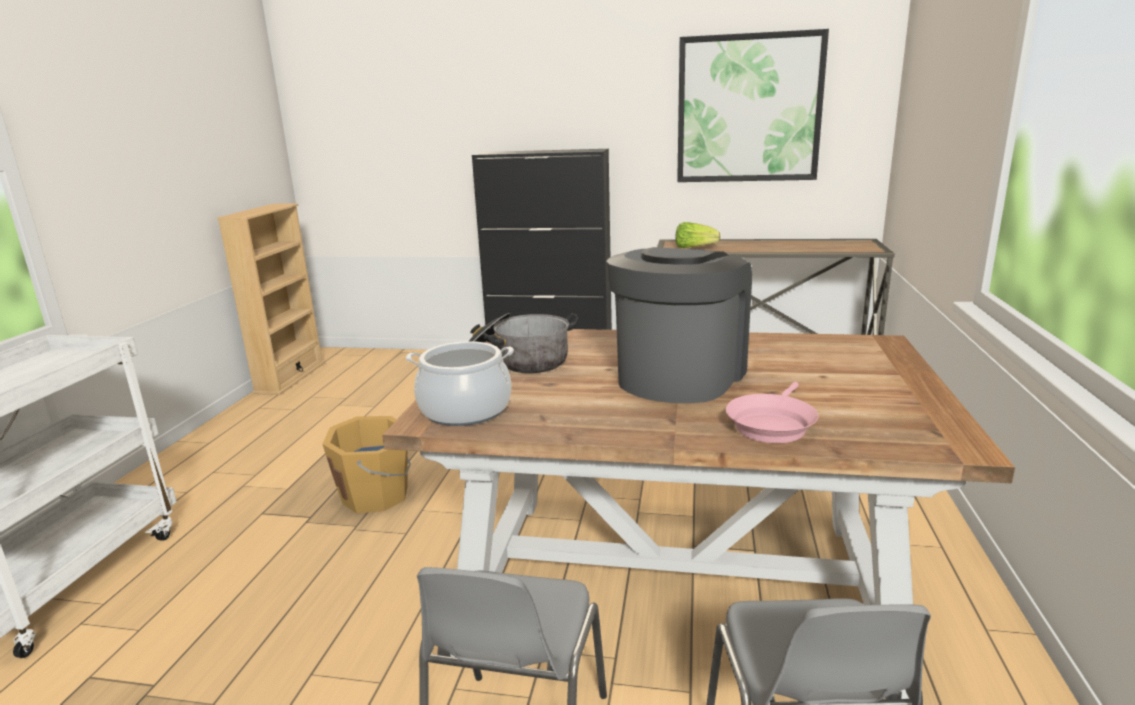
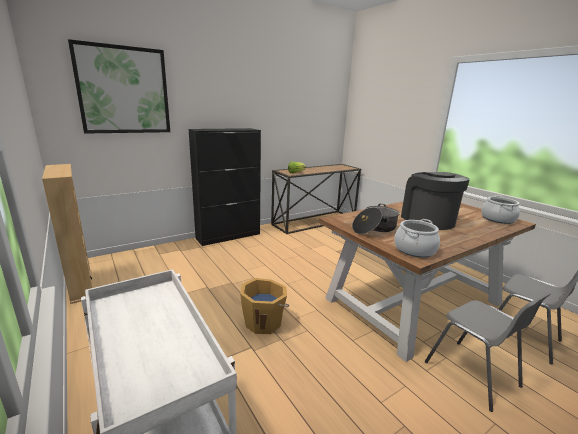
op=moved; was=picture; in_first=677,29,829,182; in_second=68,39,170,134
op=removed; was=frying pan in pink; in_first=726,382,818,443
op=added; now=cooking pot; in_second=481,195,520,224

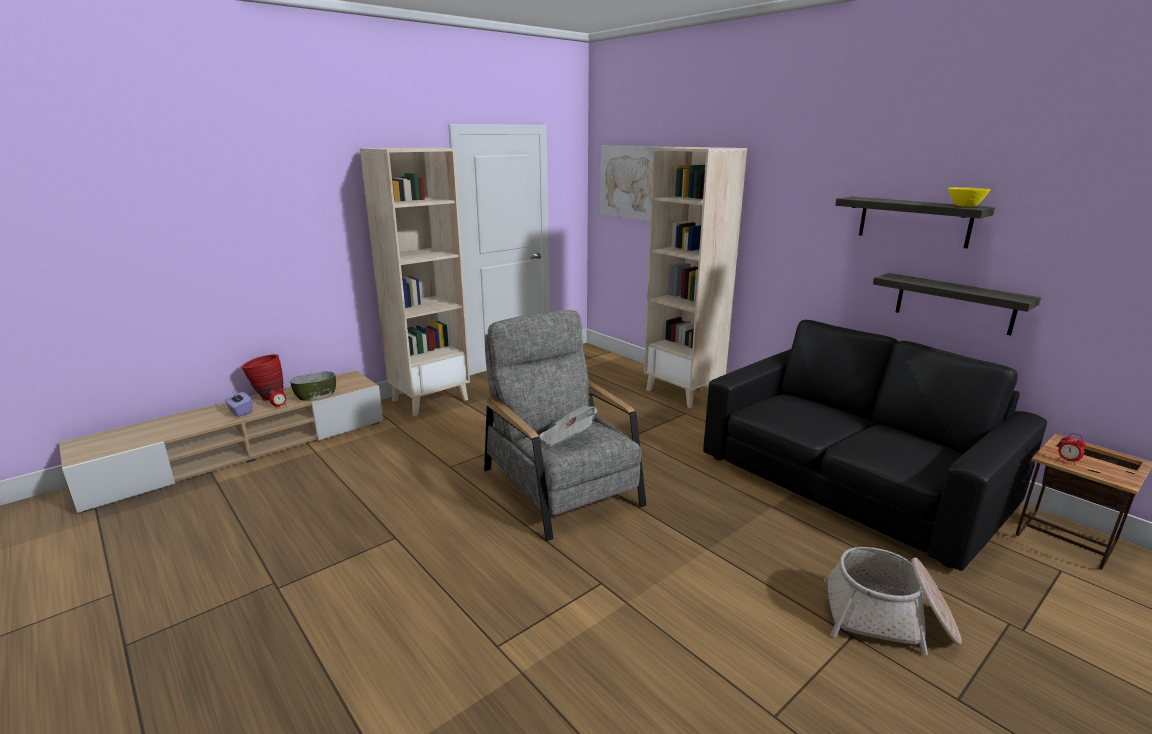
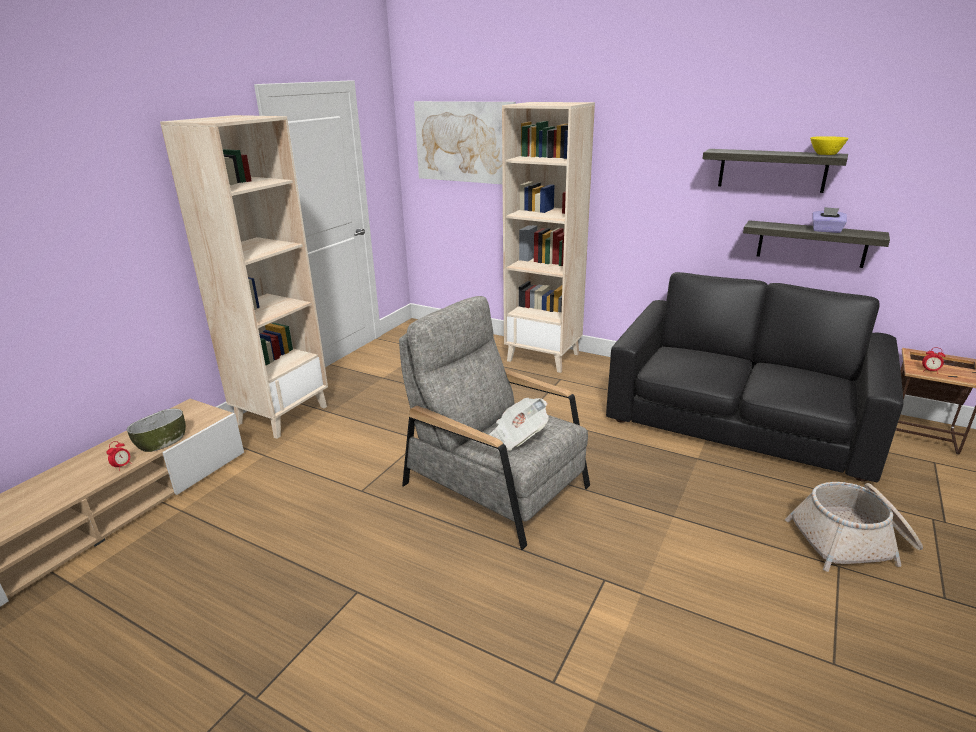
op=removed; was=vase in red; in_first=241,354,284,401
op=moved; was=tissue box in purple; in_first=225,392,253,417; in_second=812,207,847,233

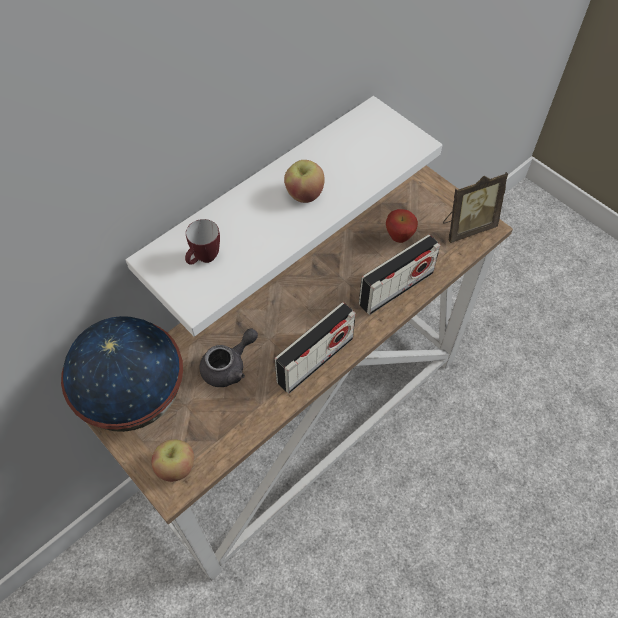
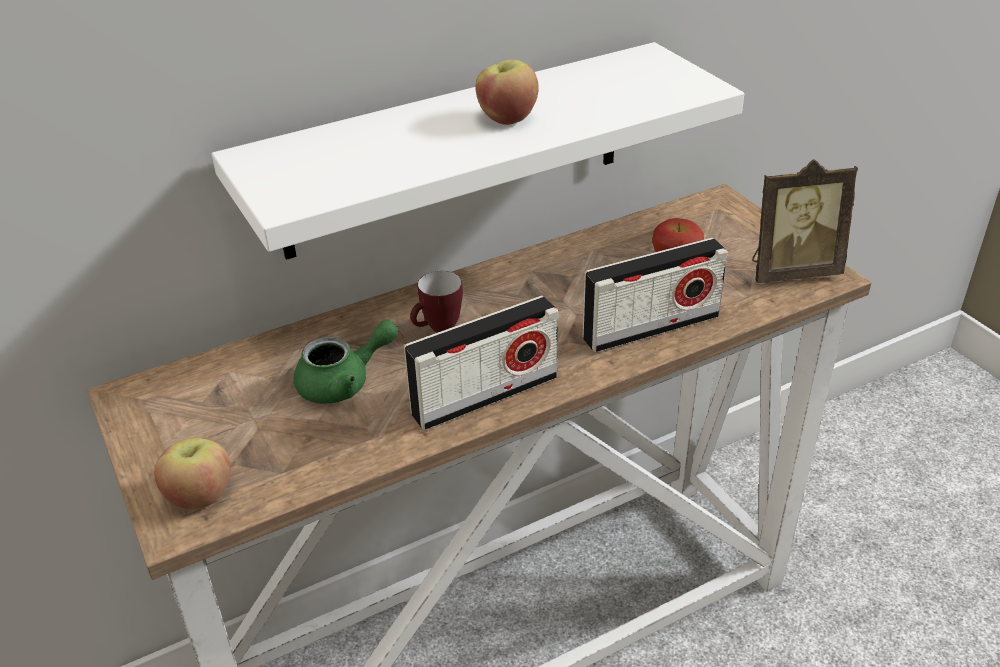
op=moved; was=mug; in_first=185,219,220,265; in_second=410,271,463,333
op=removed; was=globe; in_first=61,316,183,432
op=recoloured; was=teapot in grey; now=teapot in green; in_first=200,328,258,387; in_second=294,320,398,404

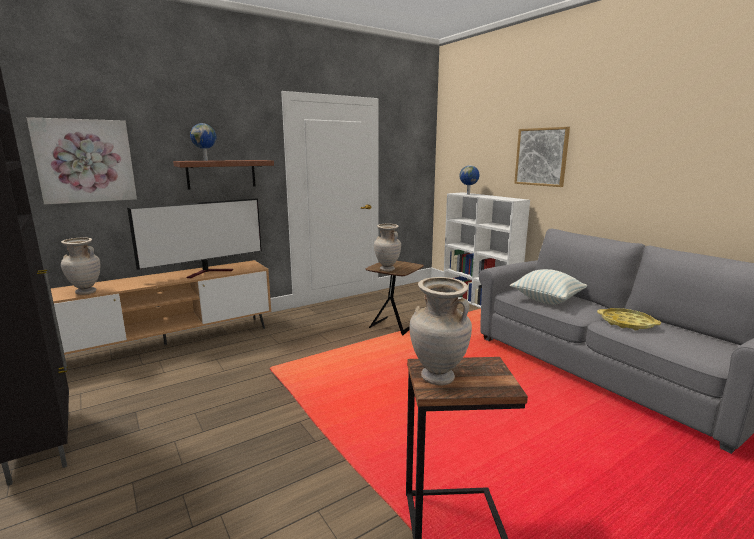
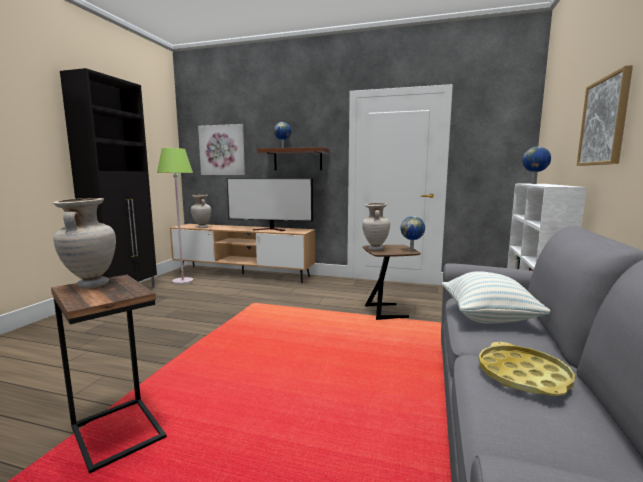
op=added; now=floor lamp in green; in_second=157,148,193,285
op=added; now=globe; in_second=400,216,425,251

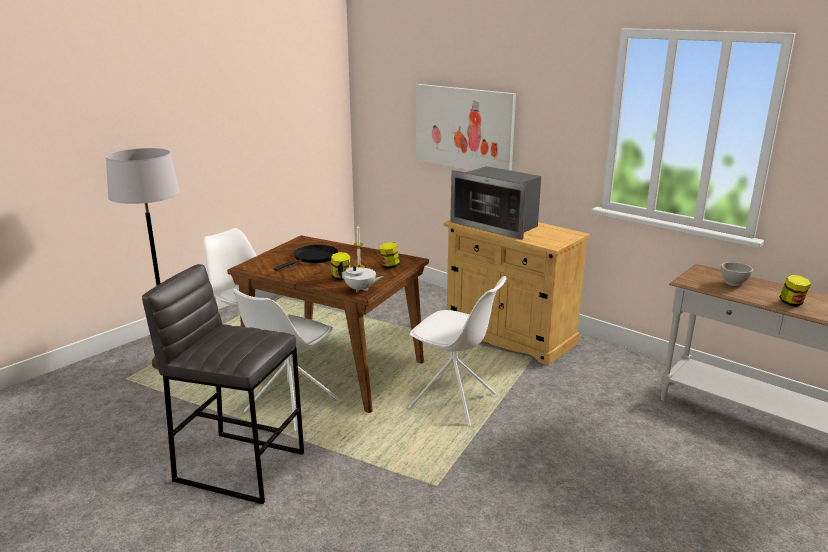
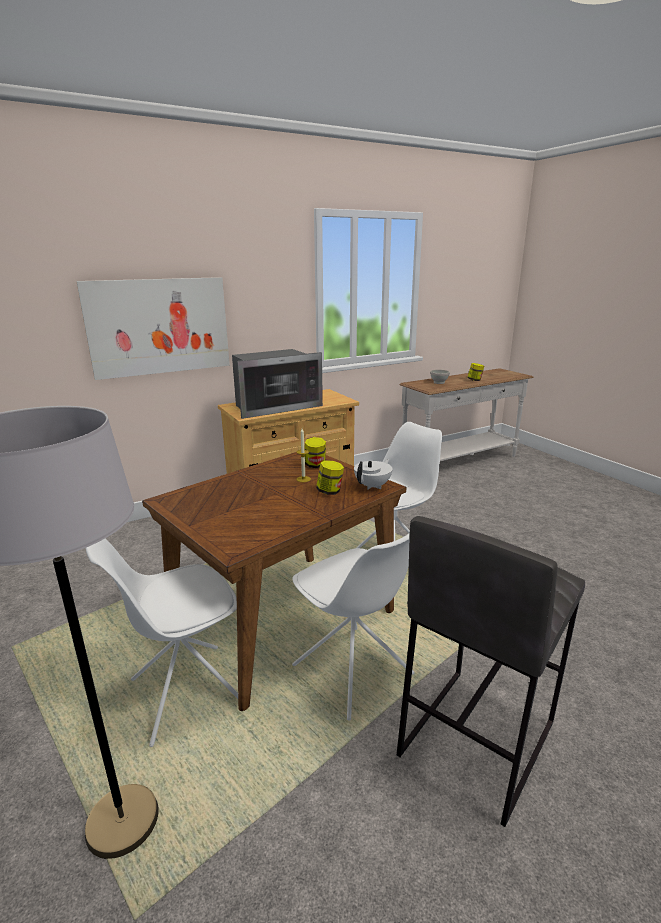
op=removed; was=frying pan in black; in_first=274,245,338,271

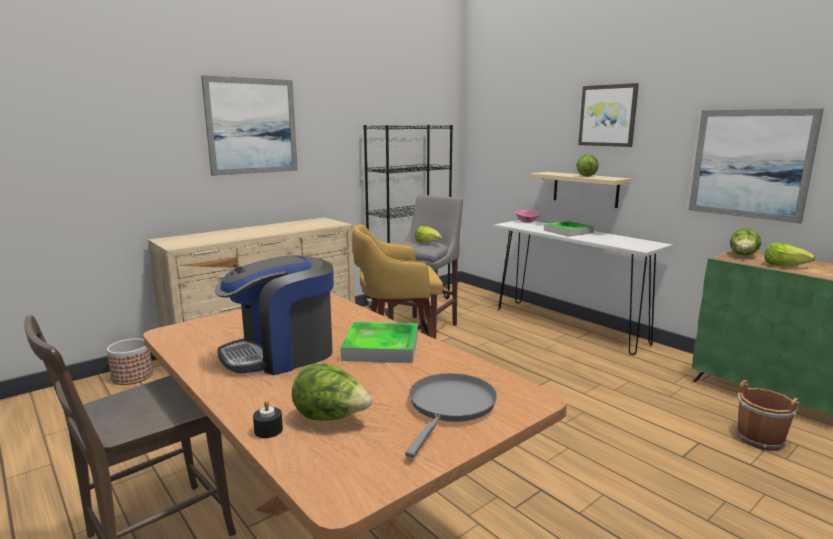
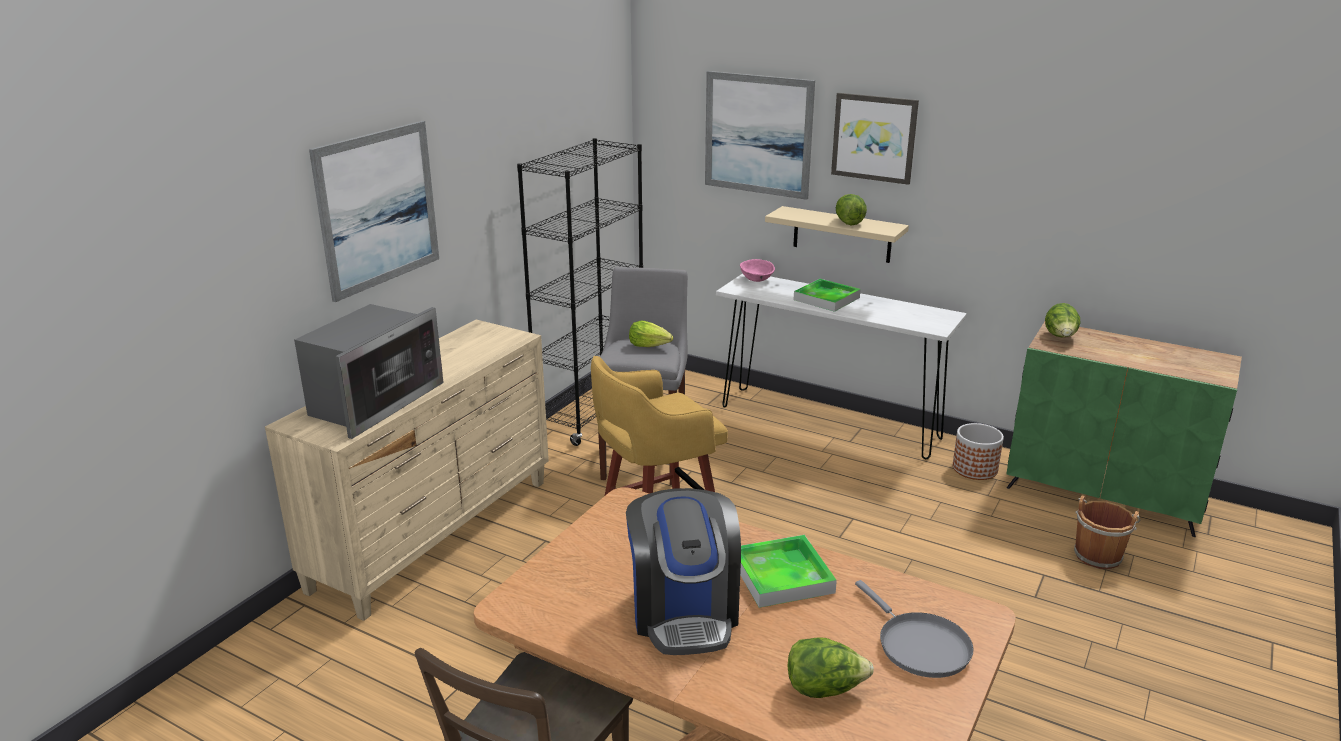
op=moved; was=picture; in_first=689,108,824,224; in_second=705,71,815,200
op=removed; was=lettuce; in_first=764,242,815,267
op=turned; was=coffee machine; in_first=215,255,334,375; in_second=626,488,741,655; clockwise=-45
op=moved; was=planter; in_first=107,338,153,385; in_second=953,423,1004,480
op=turned; was=frying pan in grey; in_first=405,373,497,458; in_second=855,580,974,678; clockwise=150
op=removed; was=candle in black; in_first=253,400,283,438
op=added; now=microwave; in_second=294,304,444,439

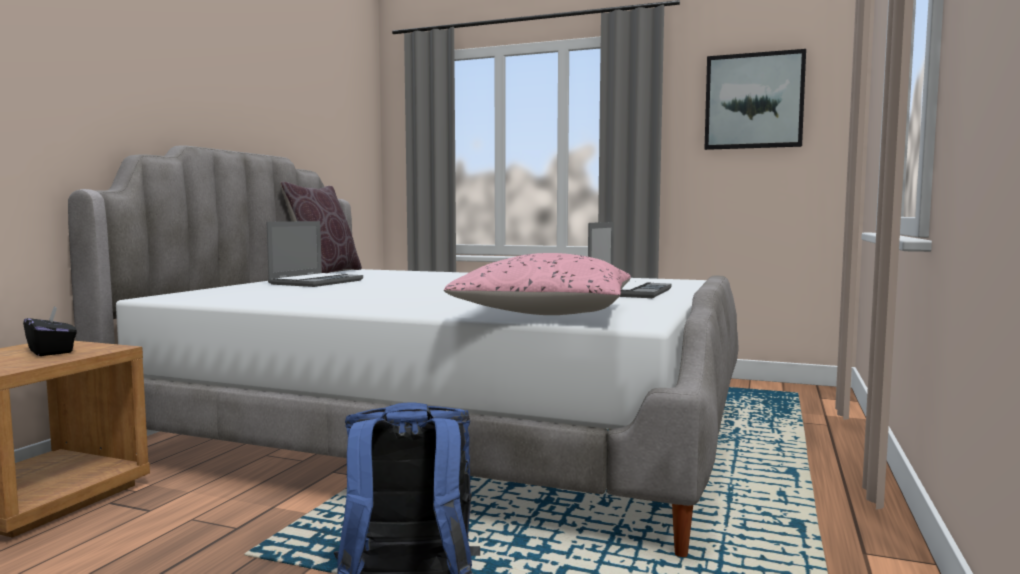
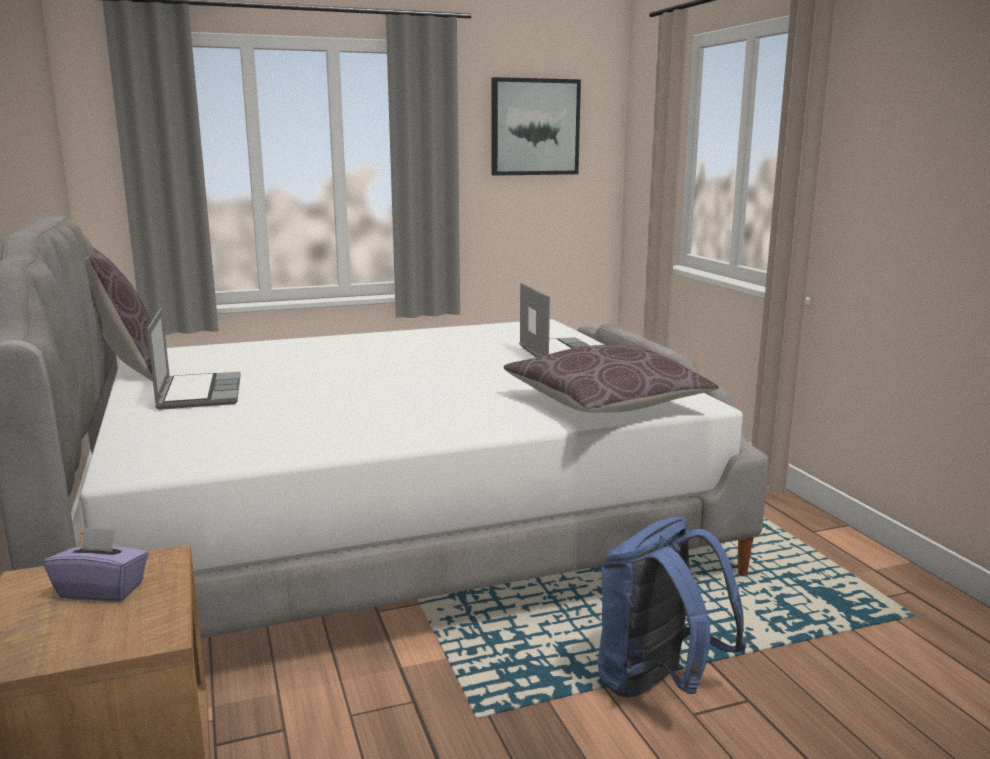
op=recoloured; was=pillow in pink; now=pillow in brown; in_first=444,253,631,315; in_second=504,345,719,413
op=recoloured; was=tissue box in black; now=tissue box in purple; in_first=23,307,77,356; in_second=44,527,148,602

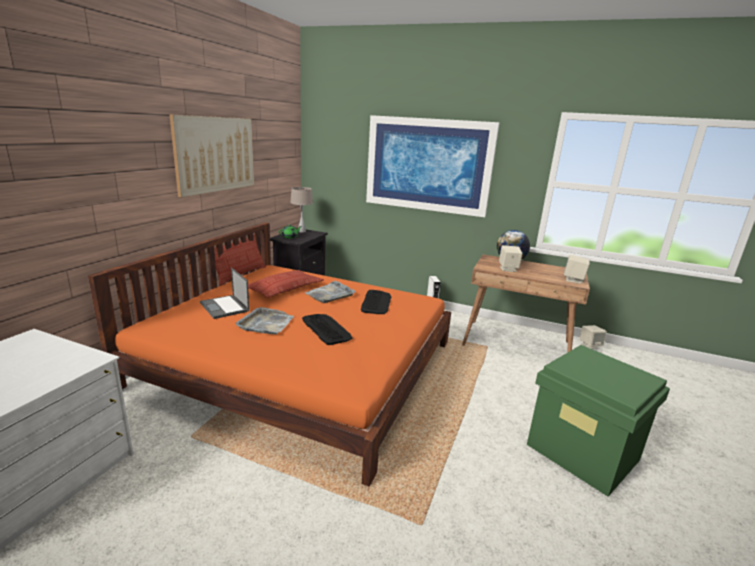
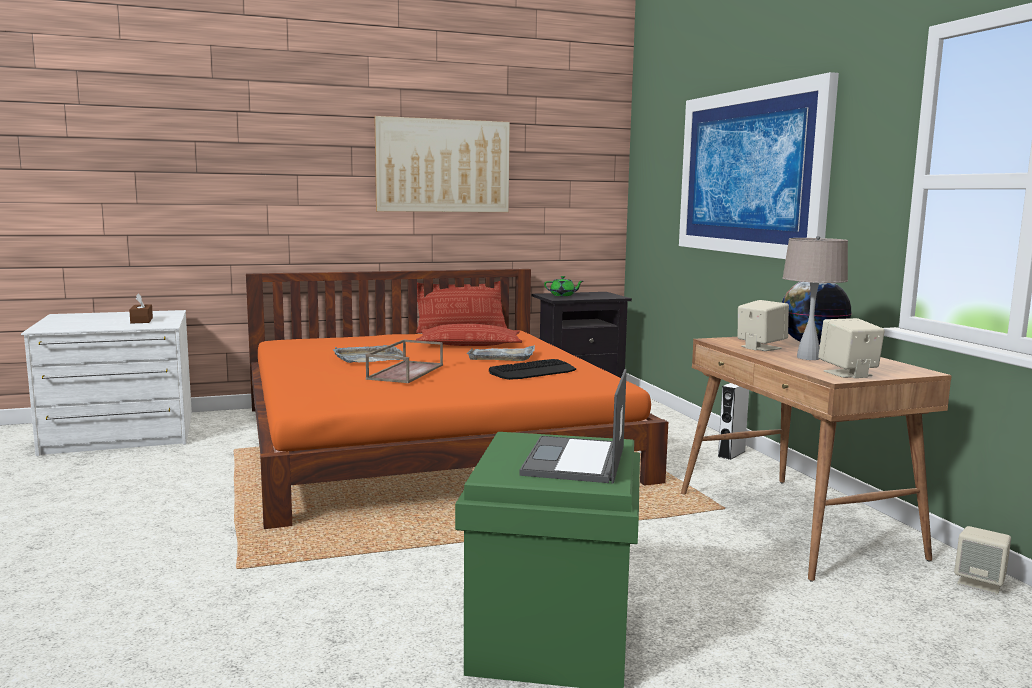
op=moved; was=table lamp in beige; in_first=290,187,313,232; in_second=782,236,848,360
op=moved; was=laptop; in_first=200,267,249,319; in_second=519,369,627,483
op=replaced; was=keyboard; now=tray in brown; in_first=302,314,352,345; in_second=365,340,443,383
op=added; now=tissue box in brown; in_second=129,293,153,324

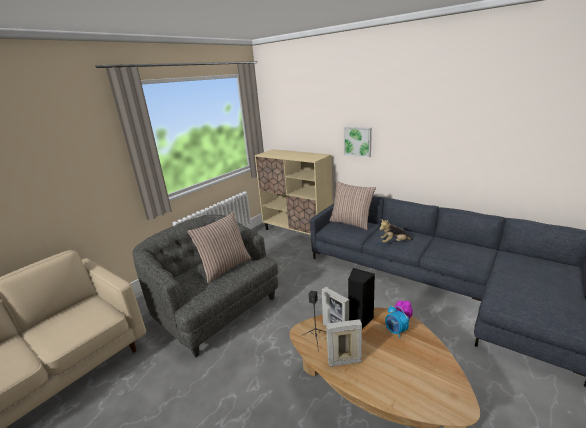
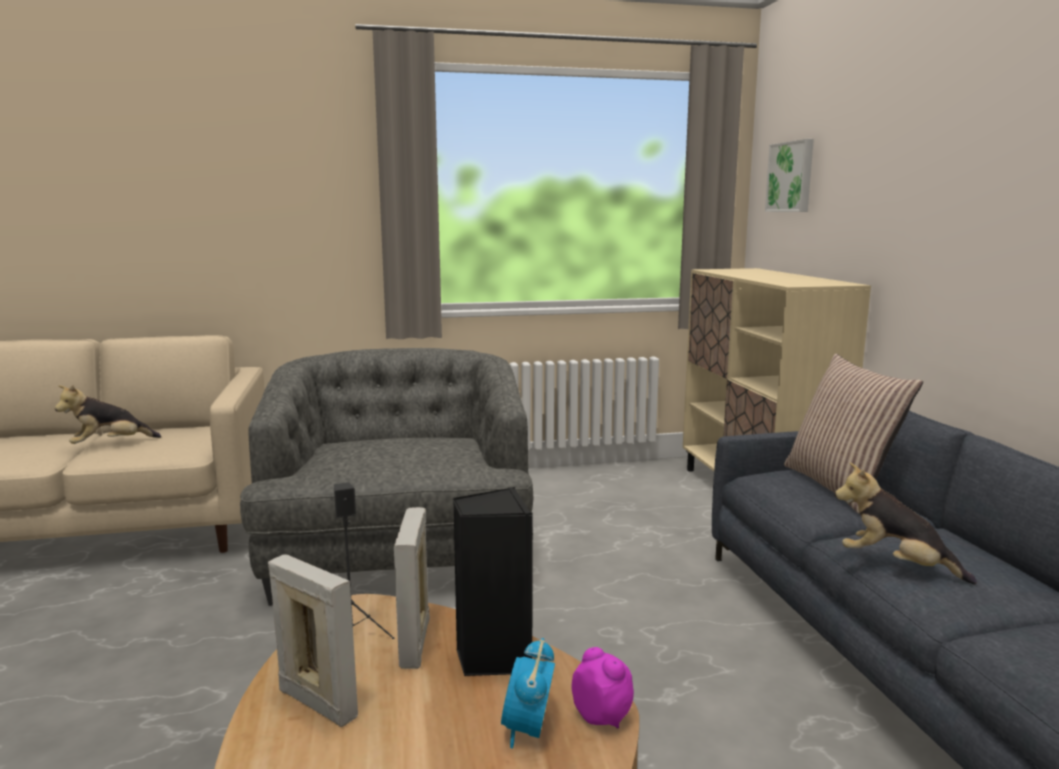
op=moved; was=picture; in_first=344,127,372,158; in_second=765,139,814,212
op=removed; was=pillow; in_first=187,211,251,283
op=added; now=plush toy; in_second=55,385,161,444

